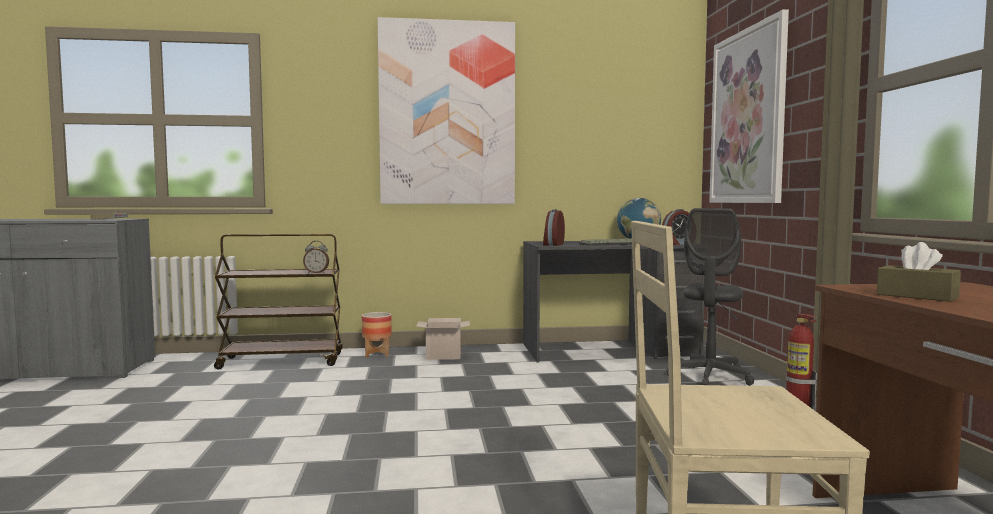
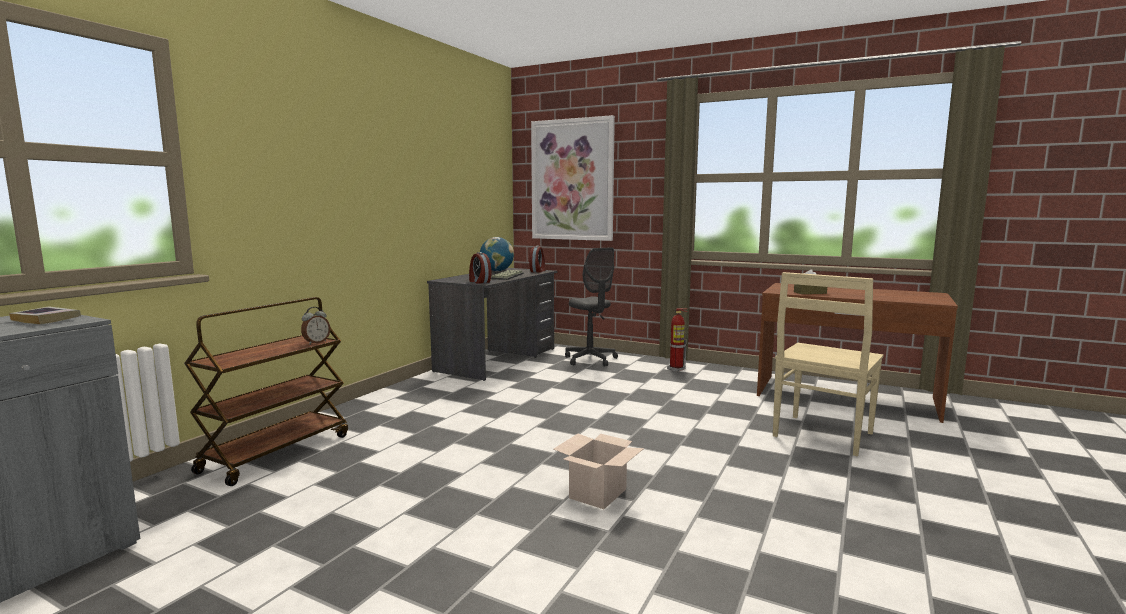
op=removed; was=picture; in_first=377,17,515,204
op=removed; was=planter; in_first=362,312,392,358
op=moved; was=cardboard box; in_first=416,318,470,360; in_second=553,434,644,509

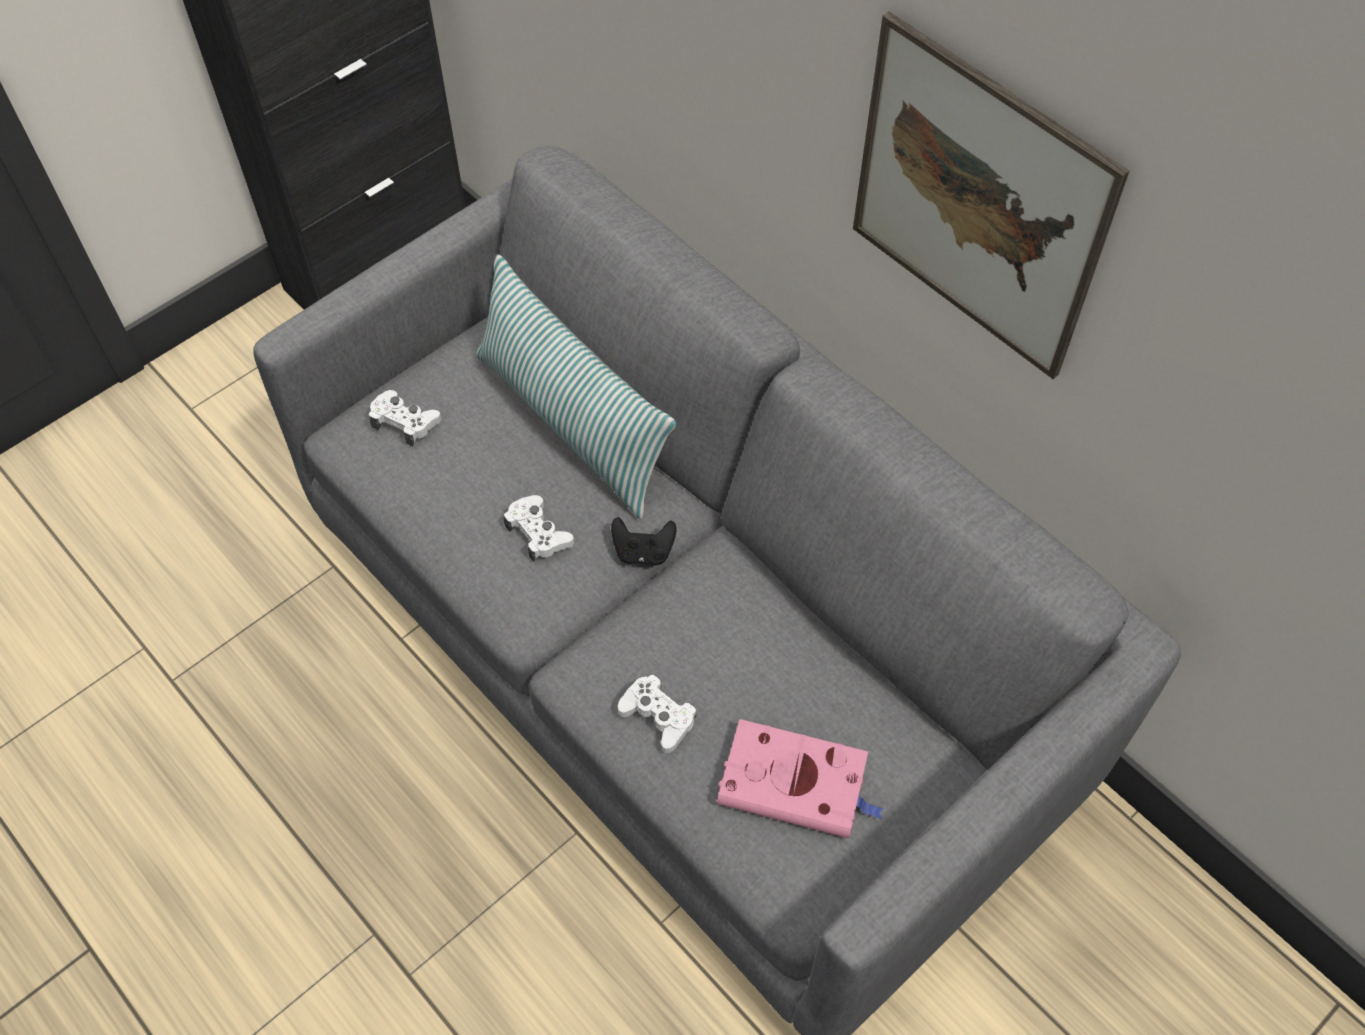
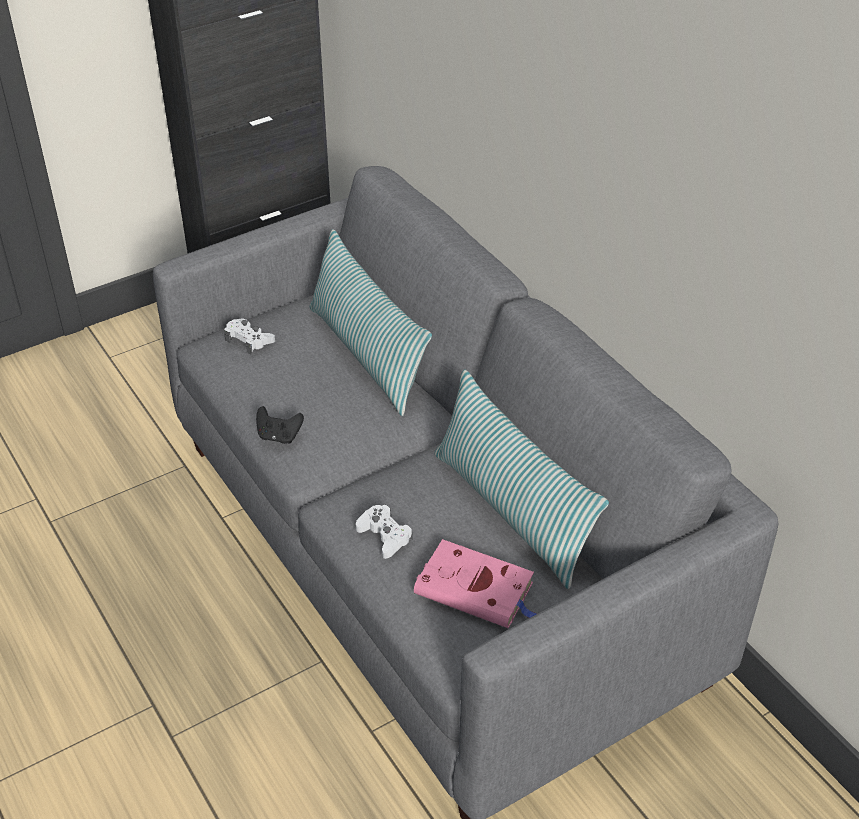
op=removed; was=picture; in_first=853,11,1129,379
op=removed; was=game controller in white; in_first=504,495,574,562
op=moved; was=game controller in black; in_first=611,517,677,566; in_second=256,406,304,444
op=added; now=pillow; in_second=435,370,609,589

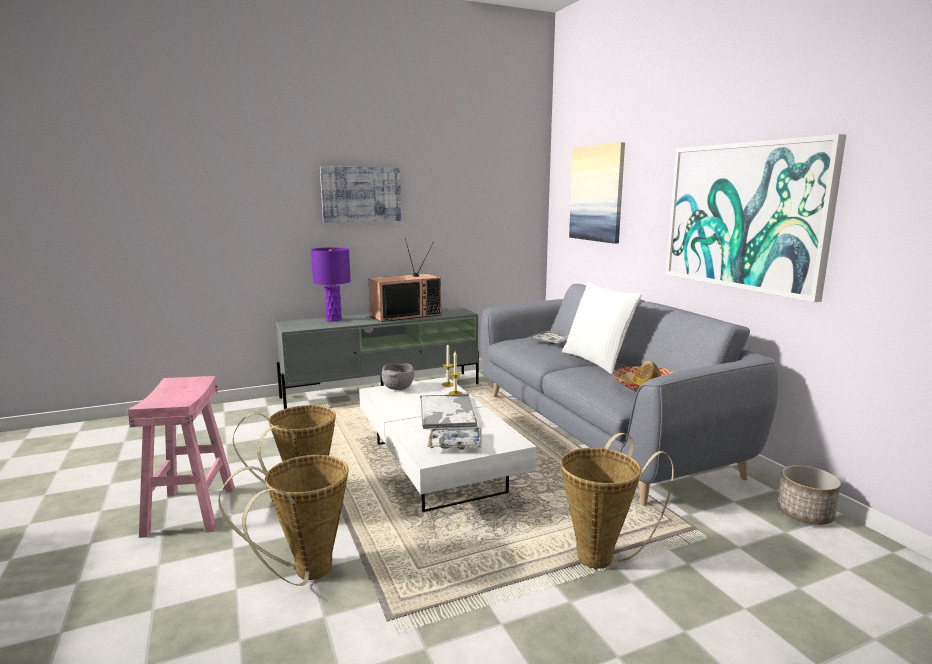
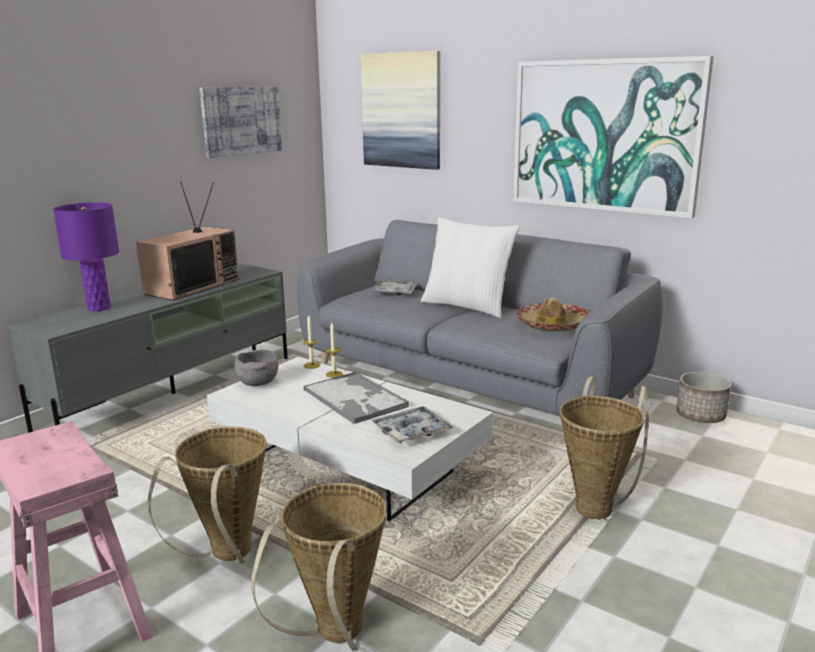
op=moved; was=picture; in_first=320,166,401,223; in_second=200,86,282,158

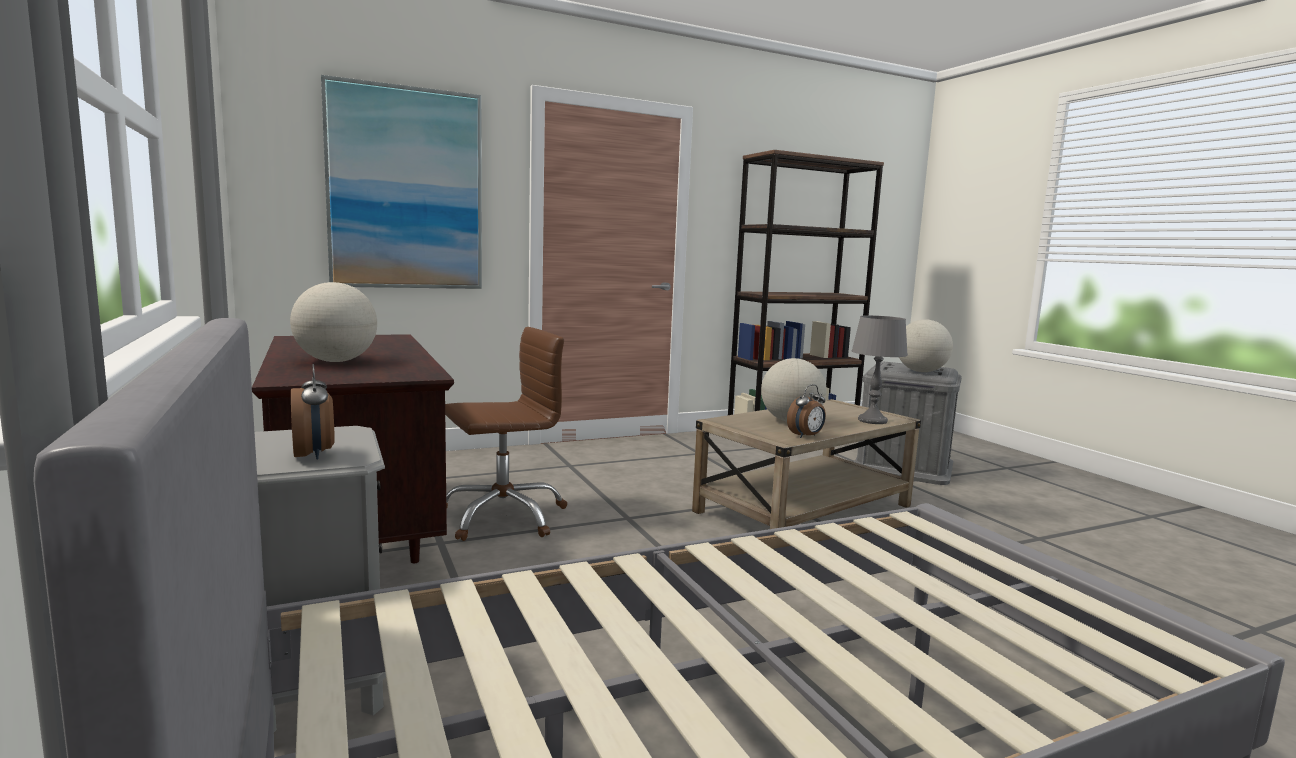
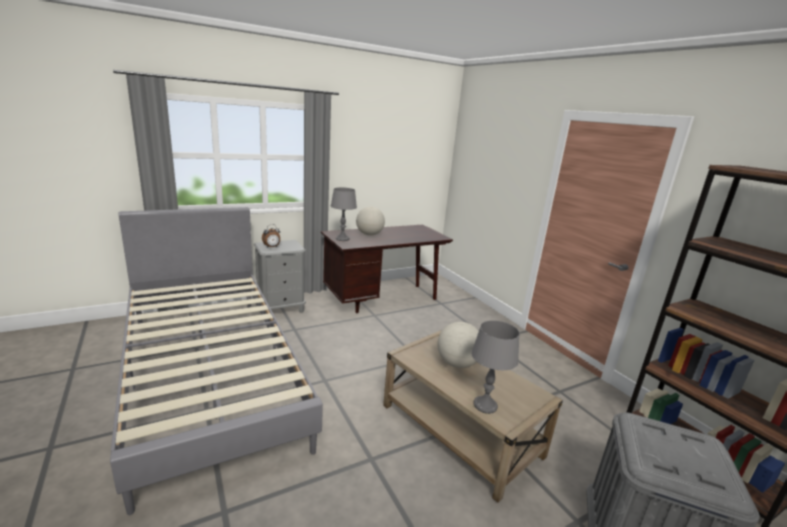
op=removed; was=picture; in_first=321,75,482,289
op=removed; was=globe; in_first=899,319,953,372
op=removed; was=office chair in brown; in_first=445,327,567,541
op=removed; was=alarm clock; in_first=787,384,826,438
op=added; now=table lamp in grey; in_second=331,187,357,241

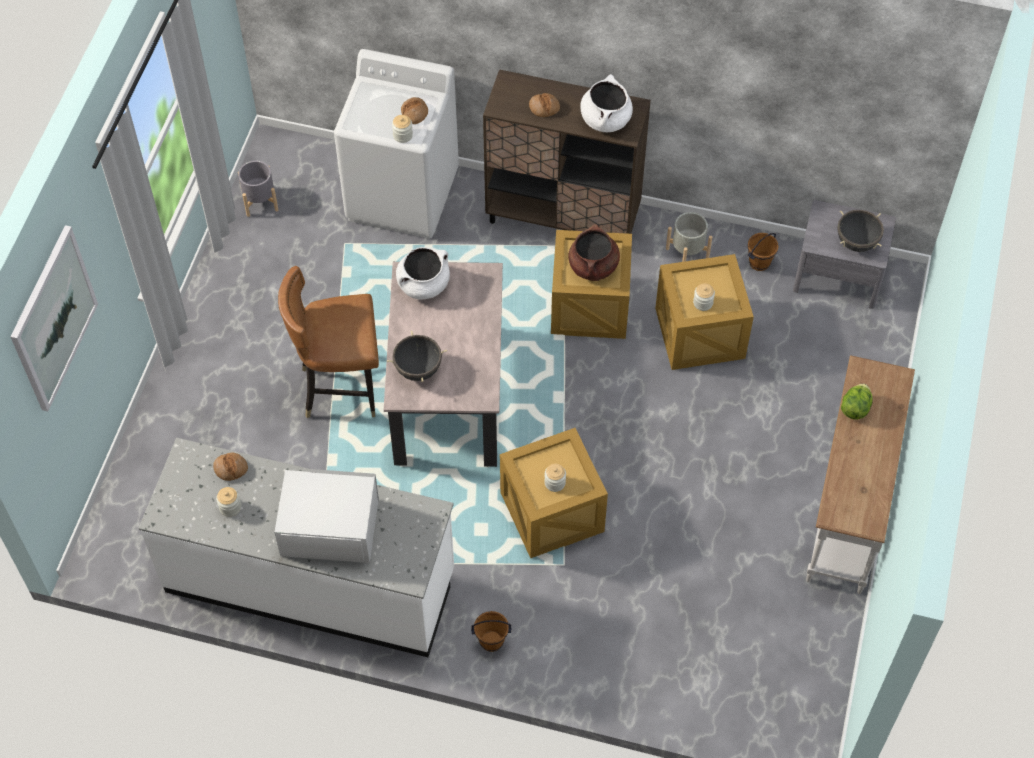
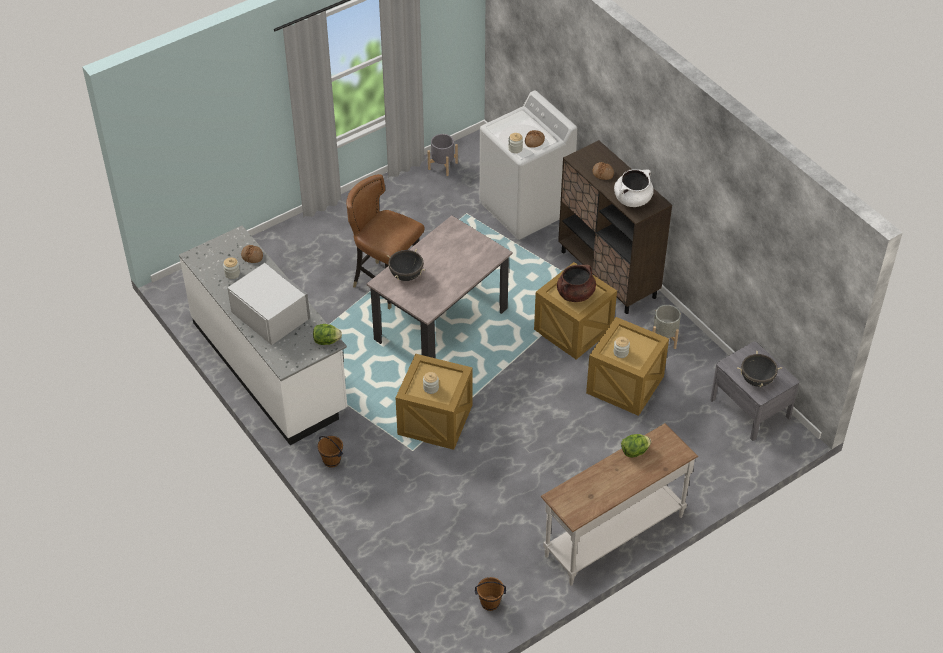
op=removed; was=picture; in_first=10,225,98,411
op=moved; was=bucket in brown; in_first=747,233,778,271; in_second=475,577,506,611
op=removed; was=cooking pot in white; in_first=396,247,450,299
op=added; now=lettuce; in_second=313,324,342,345

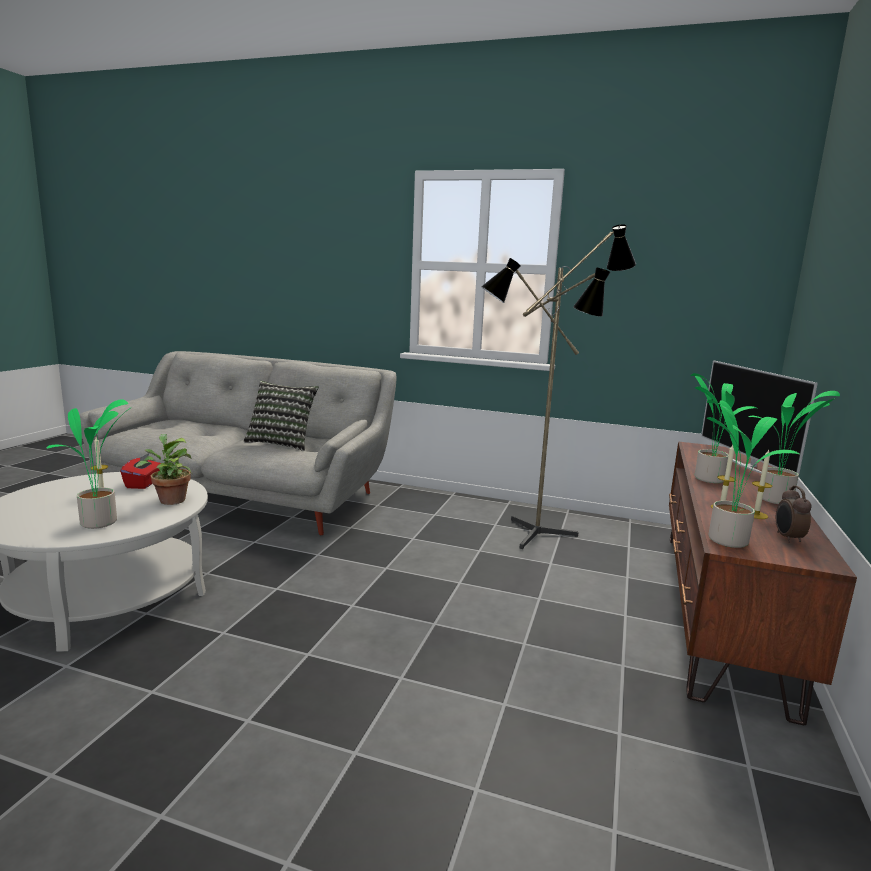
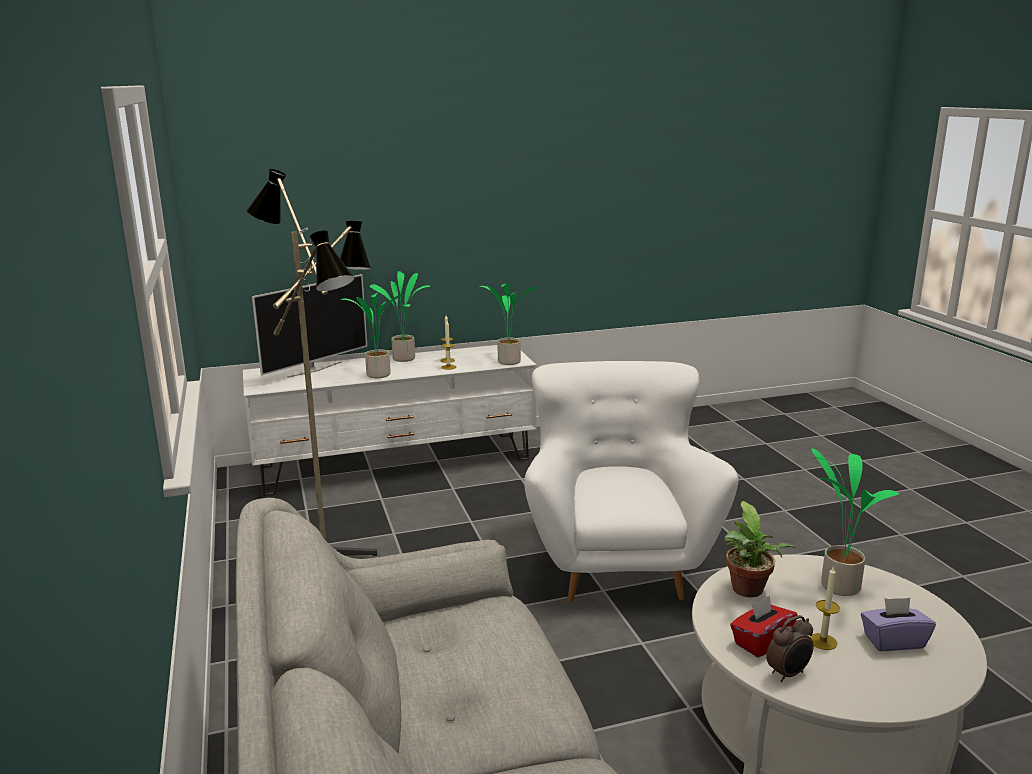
op=removed; was=pillow; in_first=244,381,319,451
op=recoloured; was=tv stand in brown; now=tv stand in white; in_first=669,441,857,725; in_second=243,345,537,496
op=moved; was=alarm clock; in_first=776,486,811,543; in_second=766,615,813,682
op=added; now=armchair in white; in_second=524,361,738,602
op=added; now=tissue box in purple; in_second=861,598,936,651

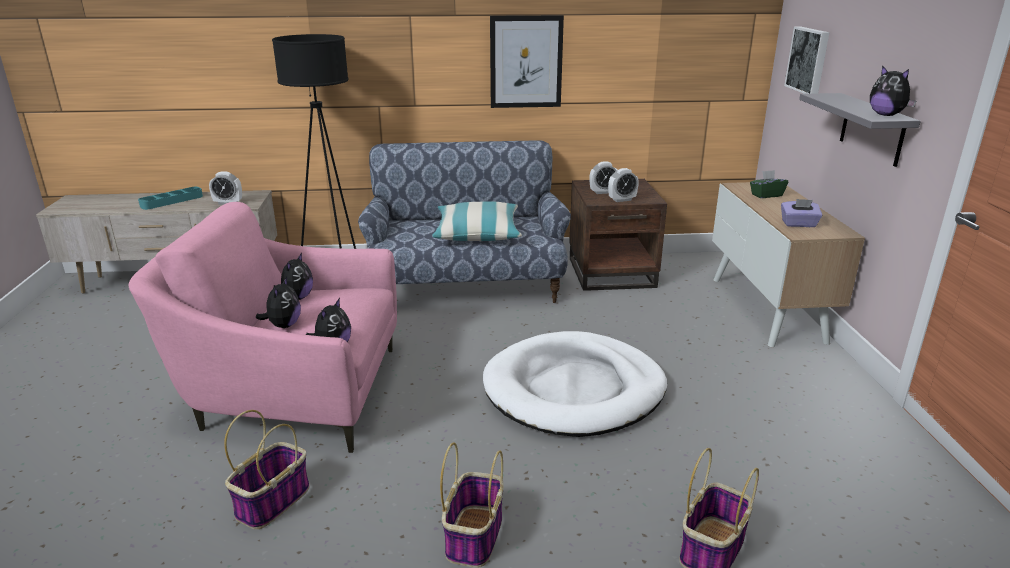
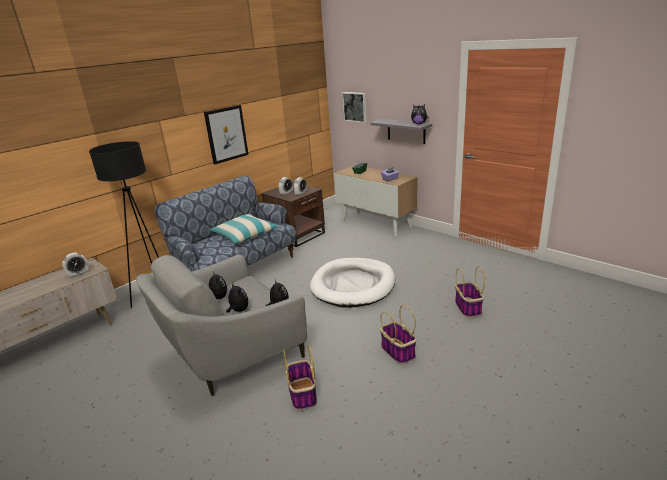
op=removed; was=tray in turquoise; in_first=138,187,203,210
op=recoloured; was=armchair in pink; now=armchair in grey; in_first=129,202,397,453; in_second=136,254,307,396

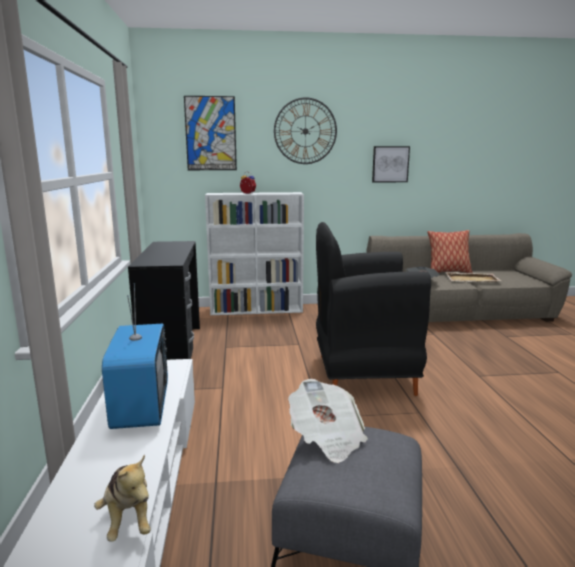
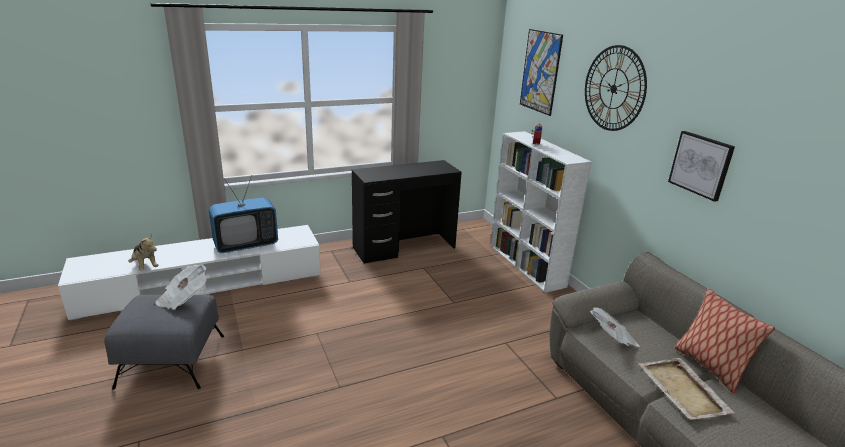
op=removed; was=armchair in black; in_first=316,222,431,396
op=turned; was=plush toy; in_first=94,454,151,542; in_second=128,234,158,270; clockwise=-90

